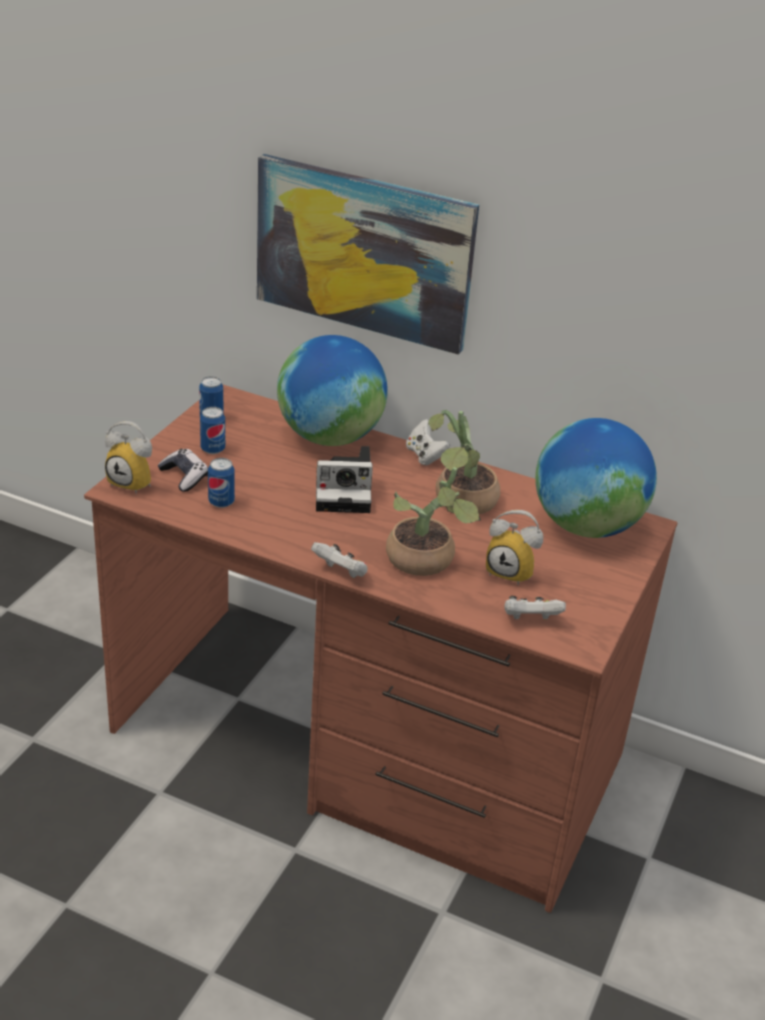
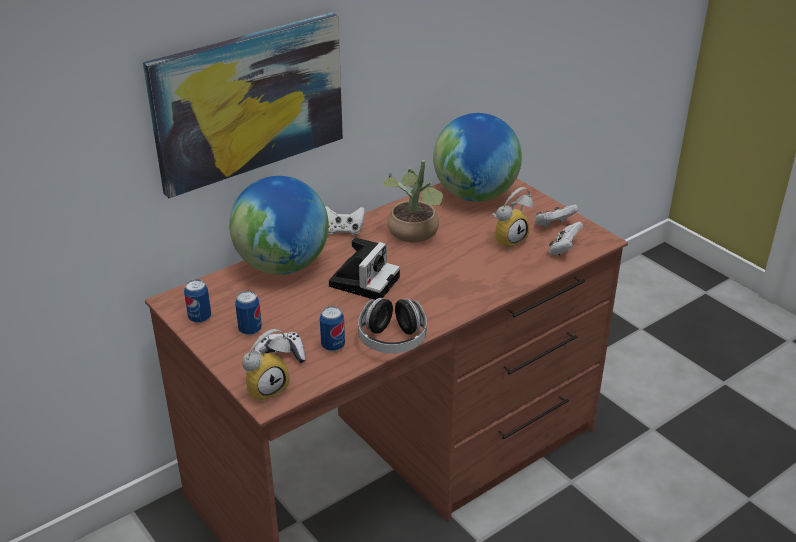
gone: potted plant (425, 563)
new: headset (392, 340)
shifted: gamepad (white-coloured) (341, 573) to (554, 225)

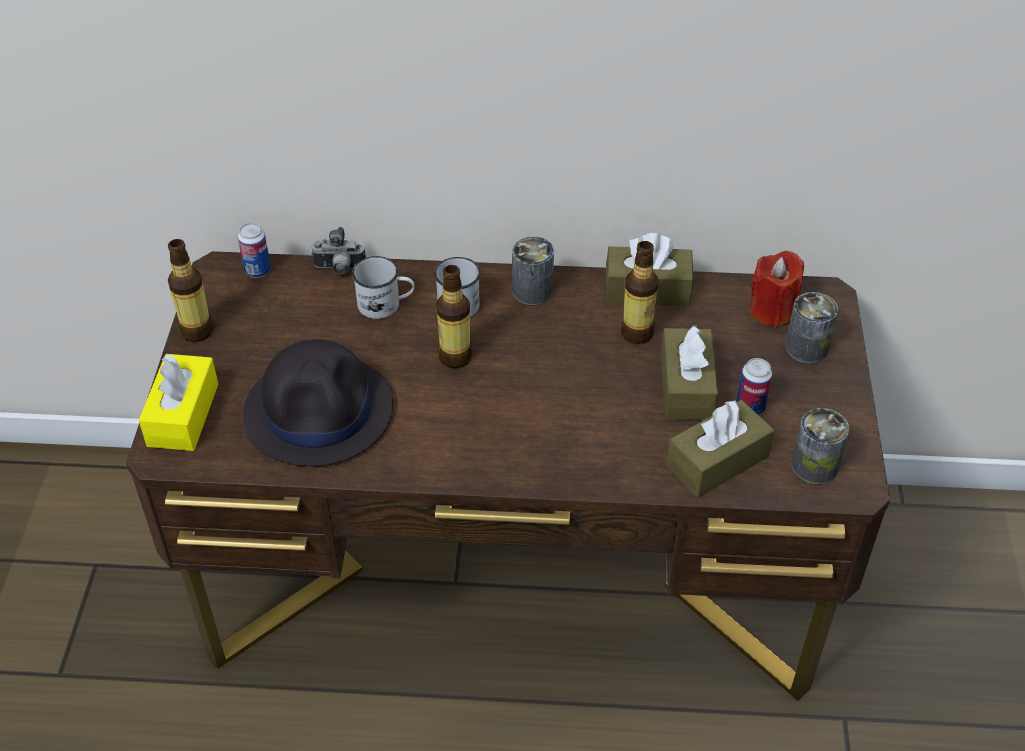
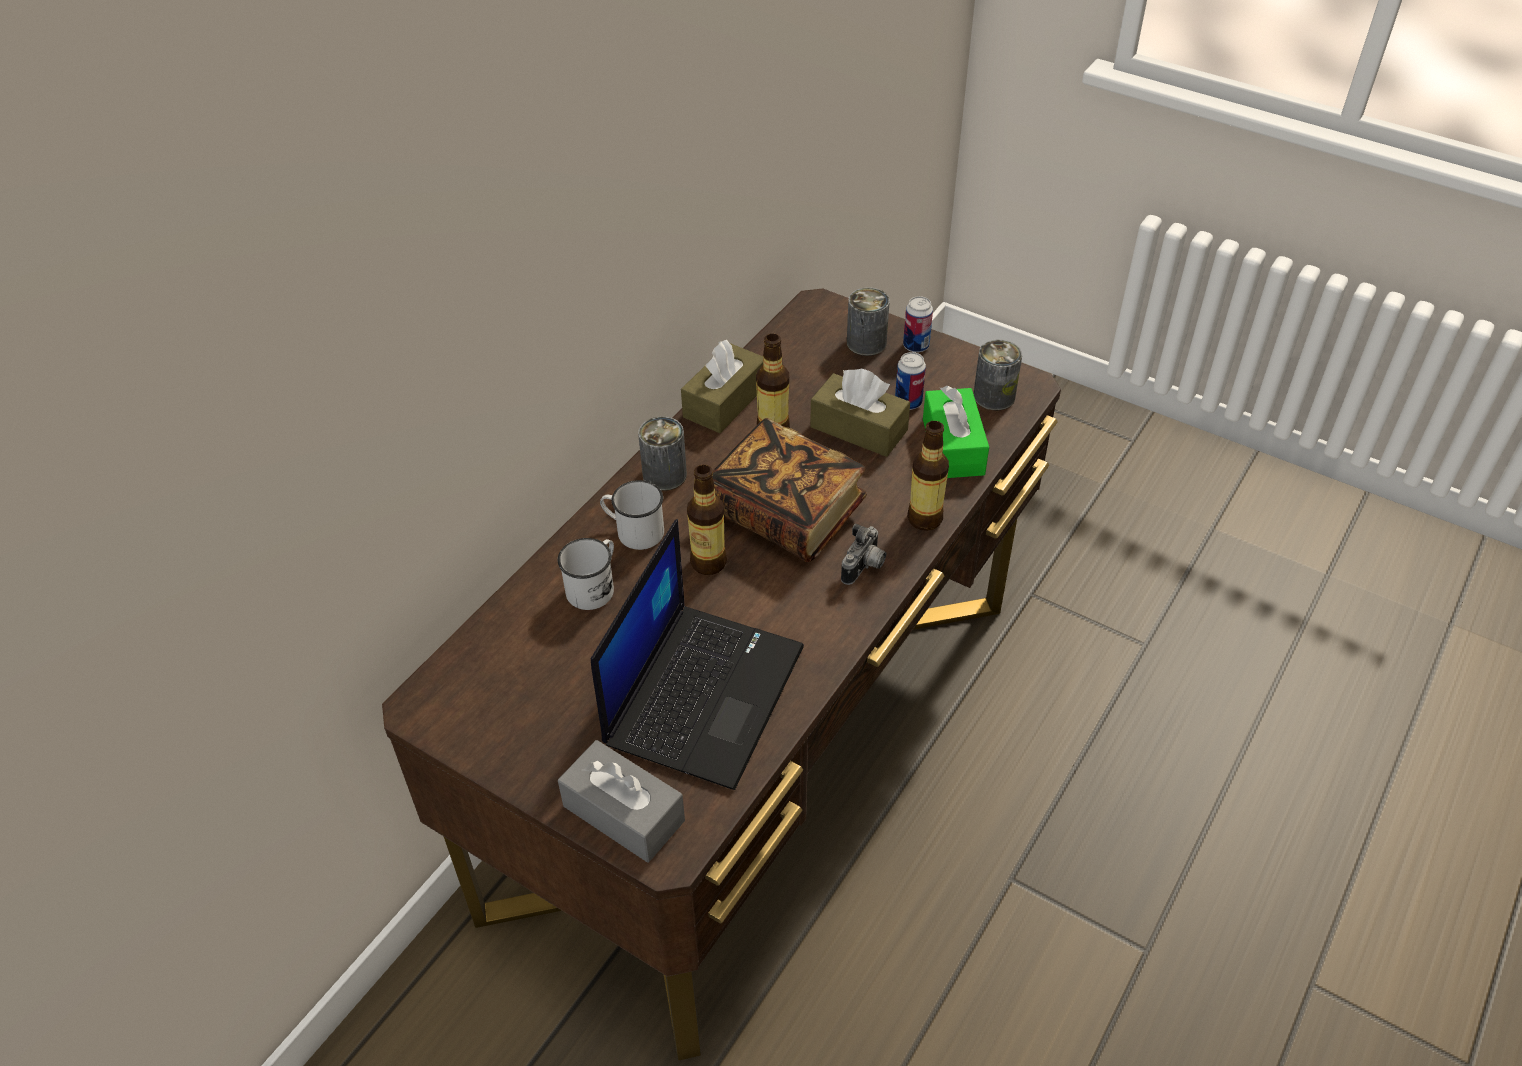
gone: candle (reddish) (772, 310)
new: bound book (786, 513)
shifted: drink bottle (197, 331) to (924, 519); sealed can (257, 270) to (916, 346); photo camera (339, 269) to (864, 568)
swapped: clothing hat (black) (320, 410) to portable computer (703, 692)
repainted: box of tissues (yellow) (183, 415) to box of tissues (gray) (623, 813); box of tissues (brownish) (717, 461) to box of tissues (green-coloured) (953, 447)

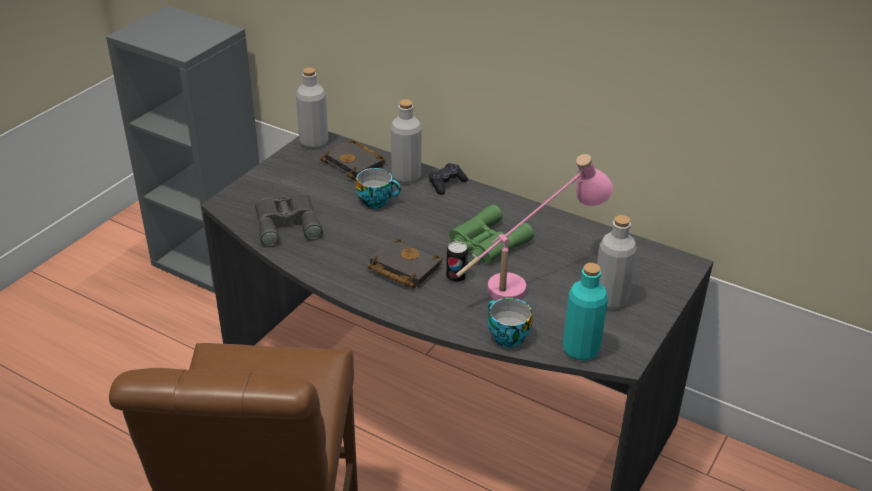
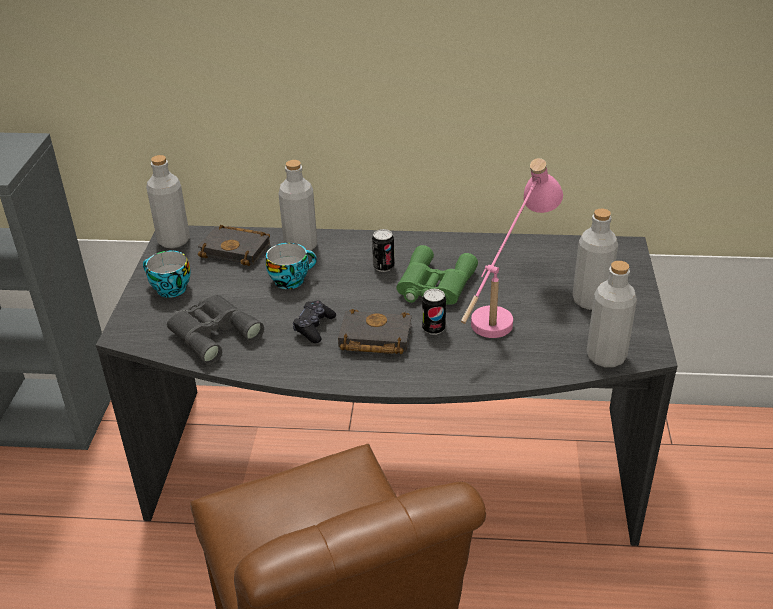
new: sealed can (383, 266)
shifted: gamepad (black) (446, 184) to (314, 327); cup (505, 336) to (169, 289)
repainted: drink bottle (turquoise-coloured) (581, 350) to drink bottle (gray) (606, 357)

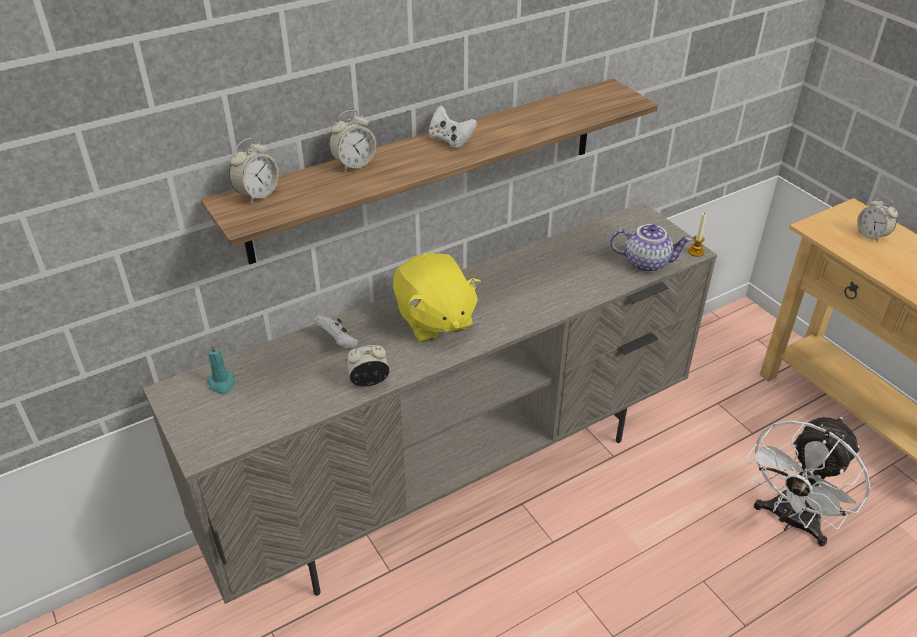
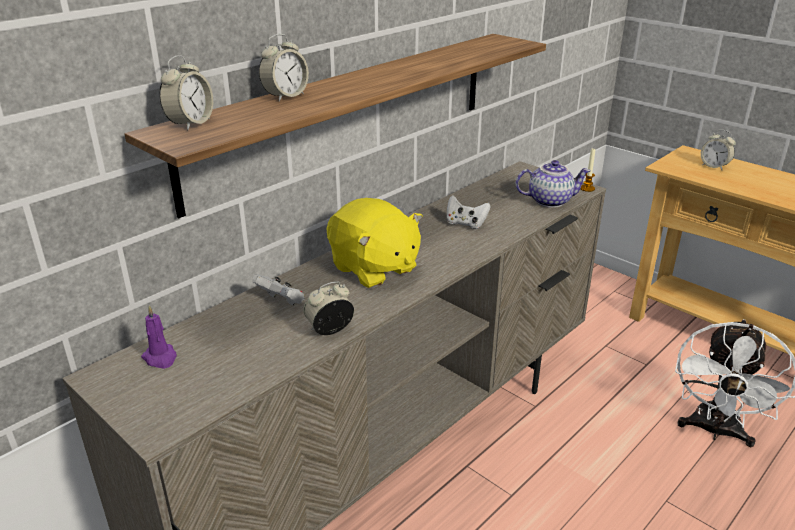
shifted: gamepad (white-coloured) (450, 140) to (465, 224)
repainted: candle (turquoise-coloured) (222, 383) to candle (purple-coloured) (160, 358)

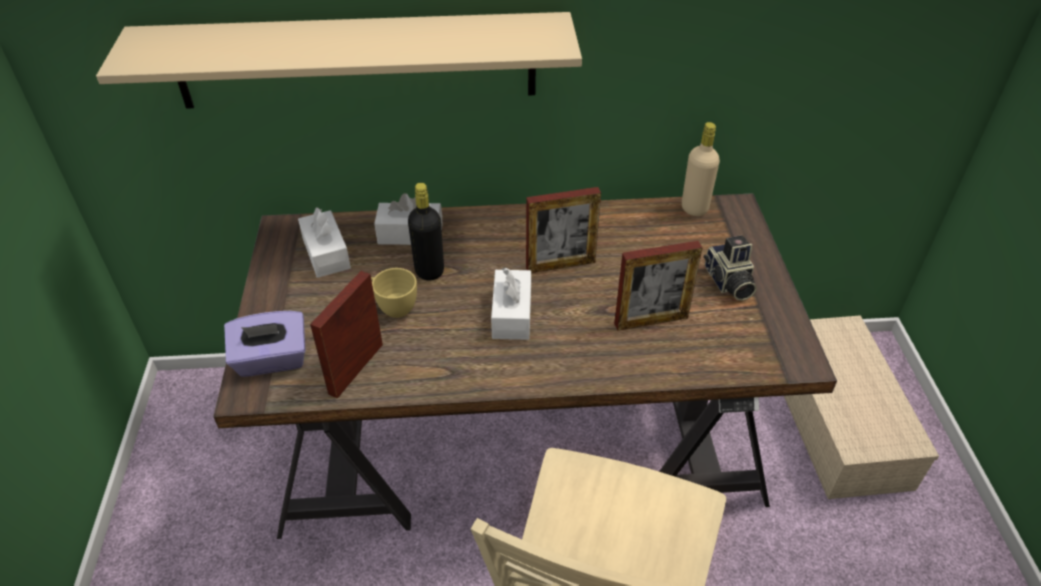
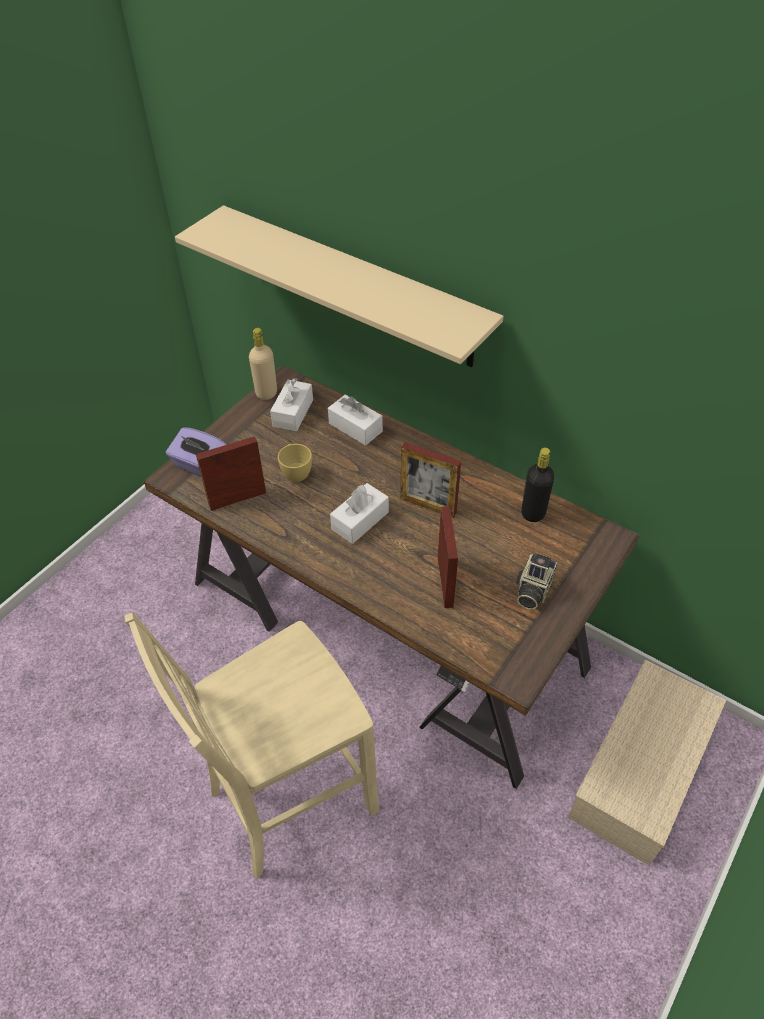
shifted: drink bottle (black) (429, 271) to (533, 513); drink bottle (beige) (694, 208) to (266, 393)
rotated: picture frame (651, 320) = (445, 581) 120 degrees counterclockwise

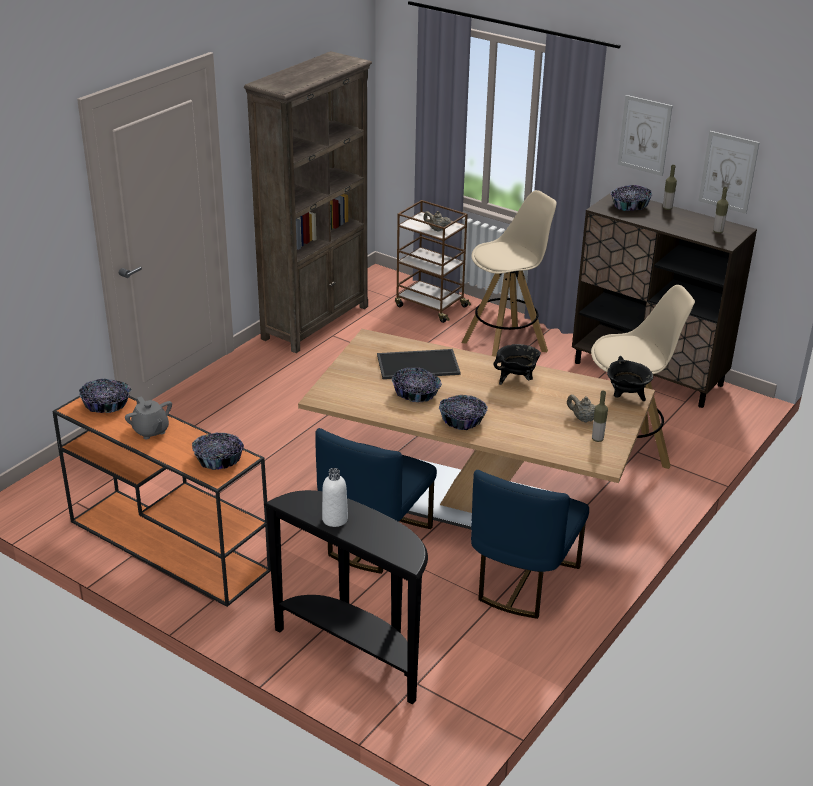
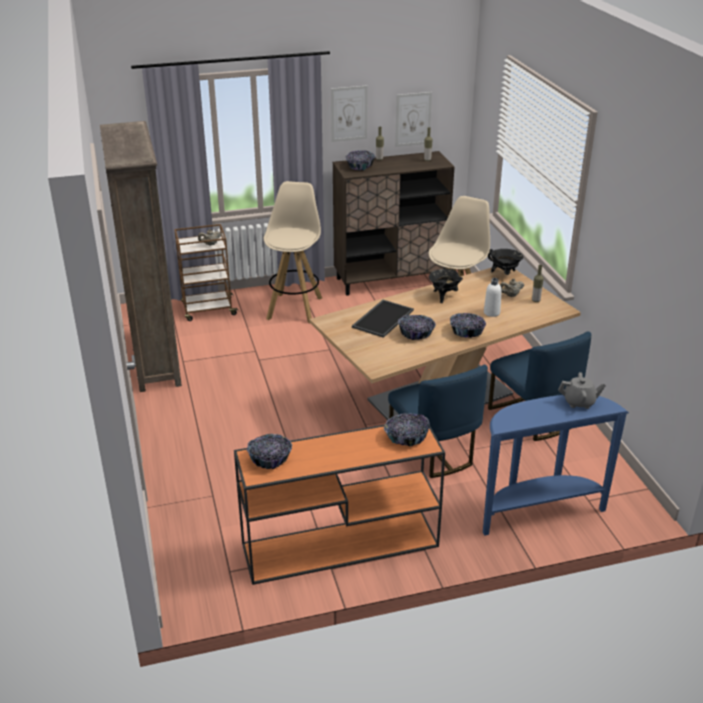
shifted: teapot (gray) (151, 431) to (579, 402); drink bottle (white-coloured) (335, 519) to (491, 313)
repainted: console table (black) (355, 652) to console table (blue) (538, 511)

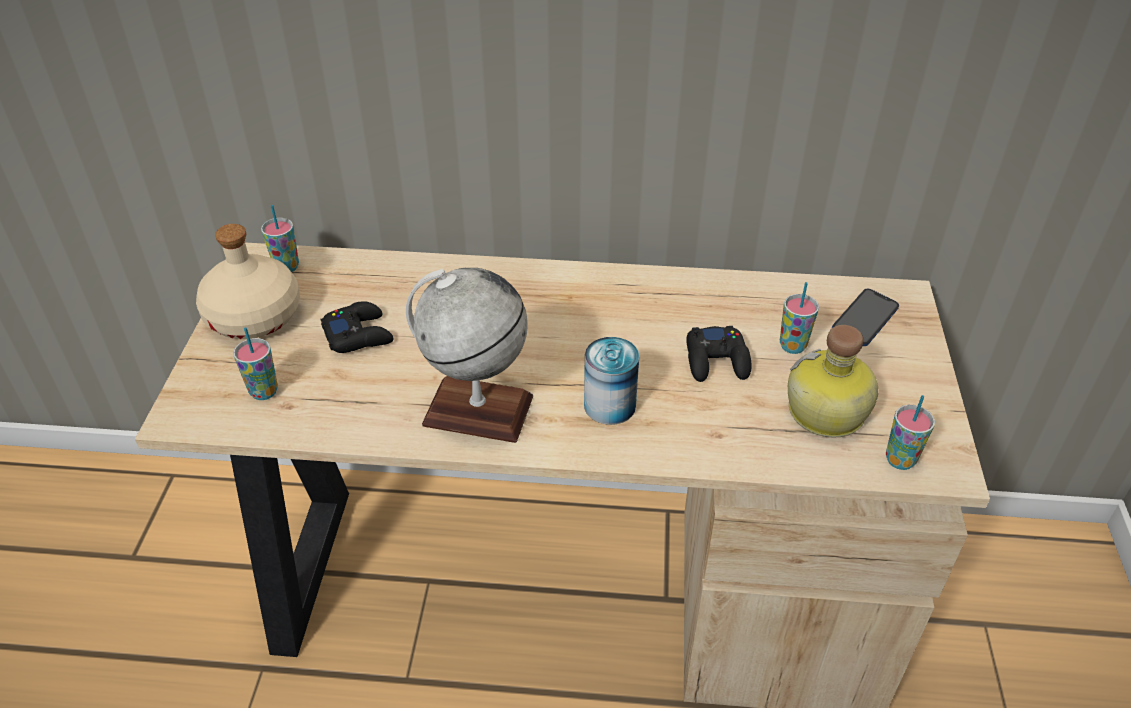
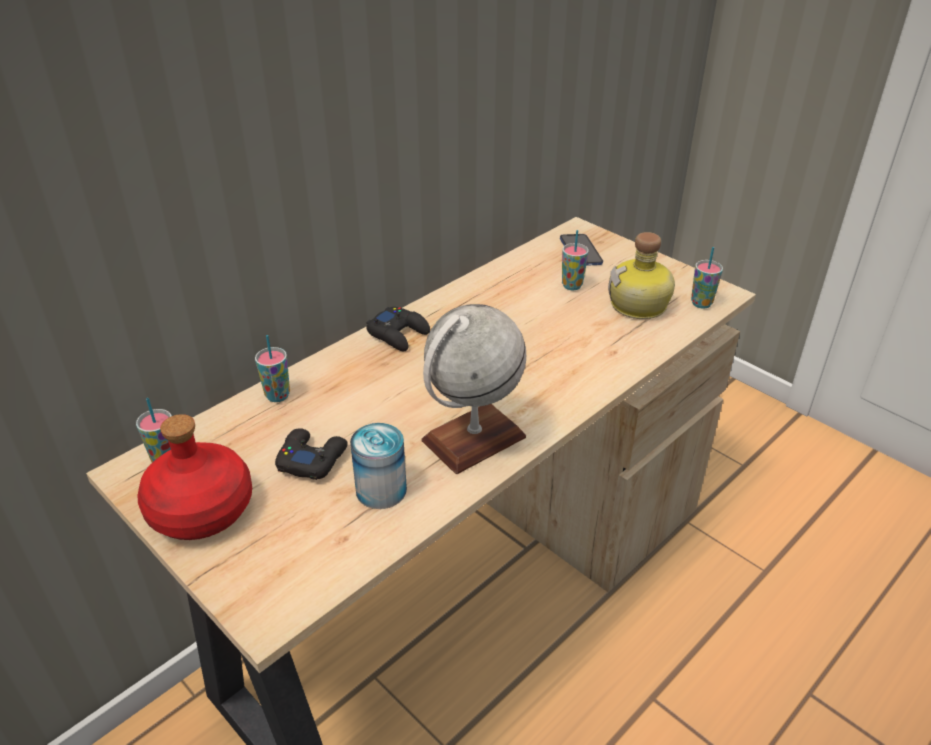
shifted: cup (264, 392) to (277, 395); sealed can (609, 405) to (381, 490); gamepad (black) (717, 360) to (398, 334)
repainted: drink bottle (beige) (253, 317) to drink bottle (reddish) (201, 510)

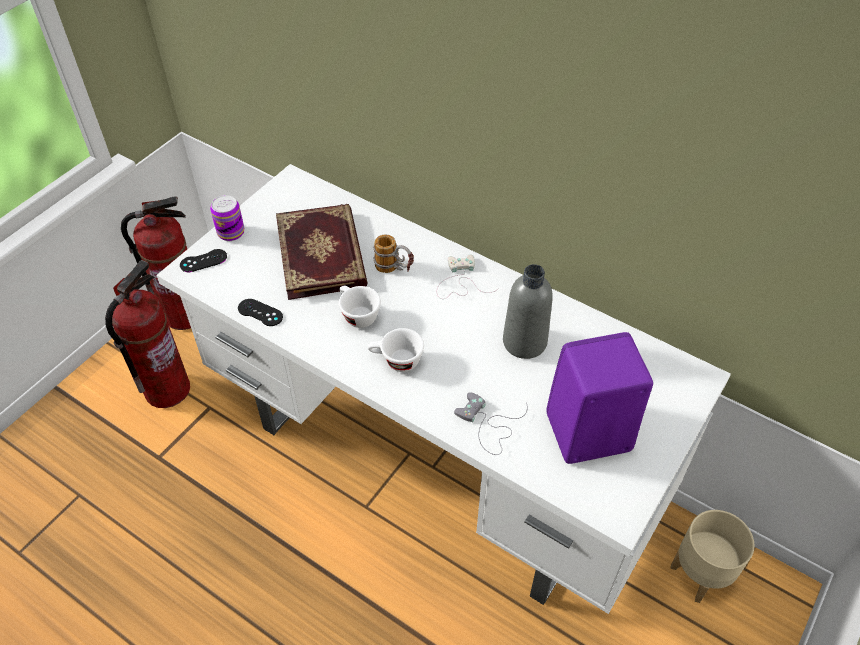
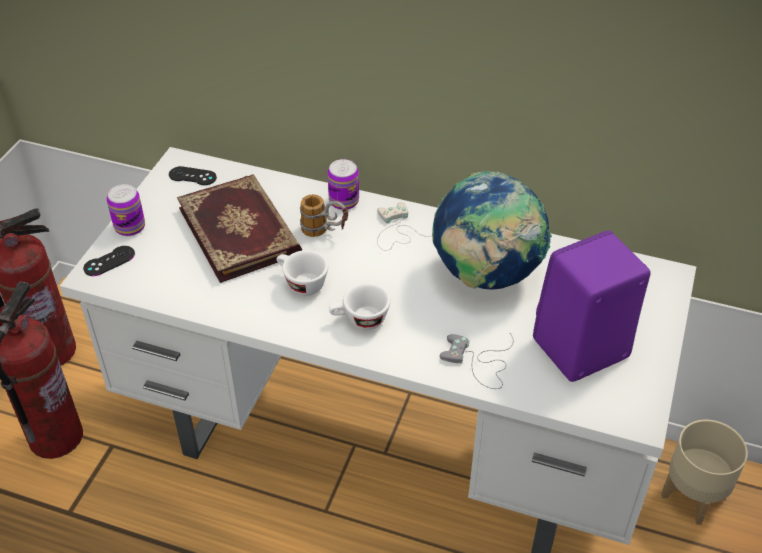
new: sealed can (344, 201)
shifted: gamepad (black) (260, 312) to (192, 176)
swapped: drink bottle (gray) (524, 342) to desk globe (485, 276)

